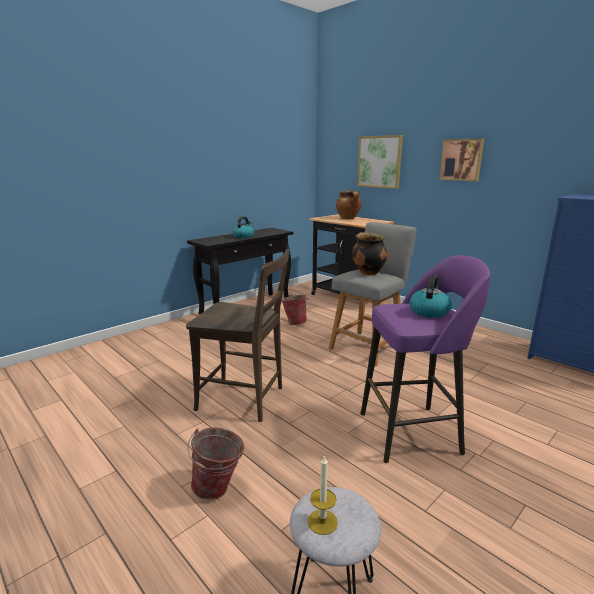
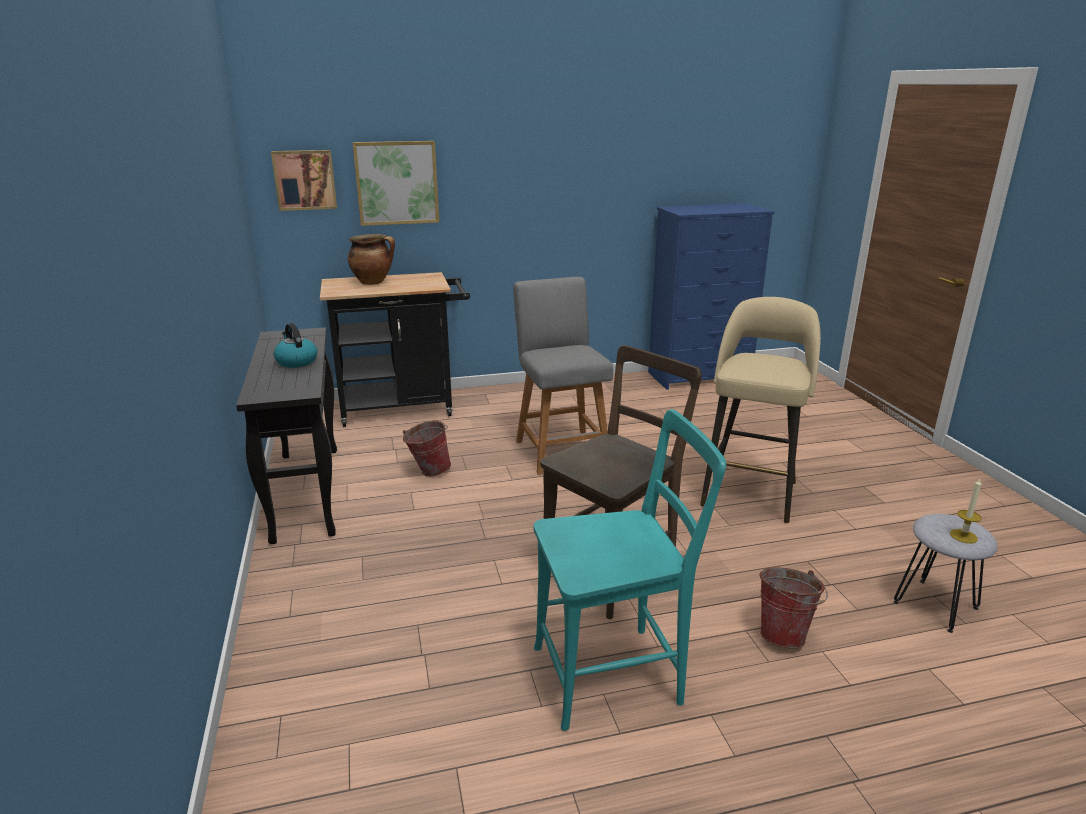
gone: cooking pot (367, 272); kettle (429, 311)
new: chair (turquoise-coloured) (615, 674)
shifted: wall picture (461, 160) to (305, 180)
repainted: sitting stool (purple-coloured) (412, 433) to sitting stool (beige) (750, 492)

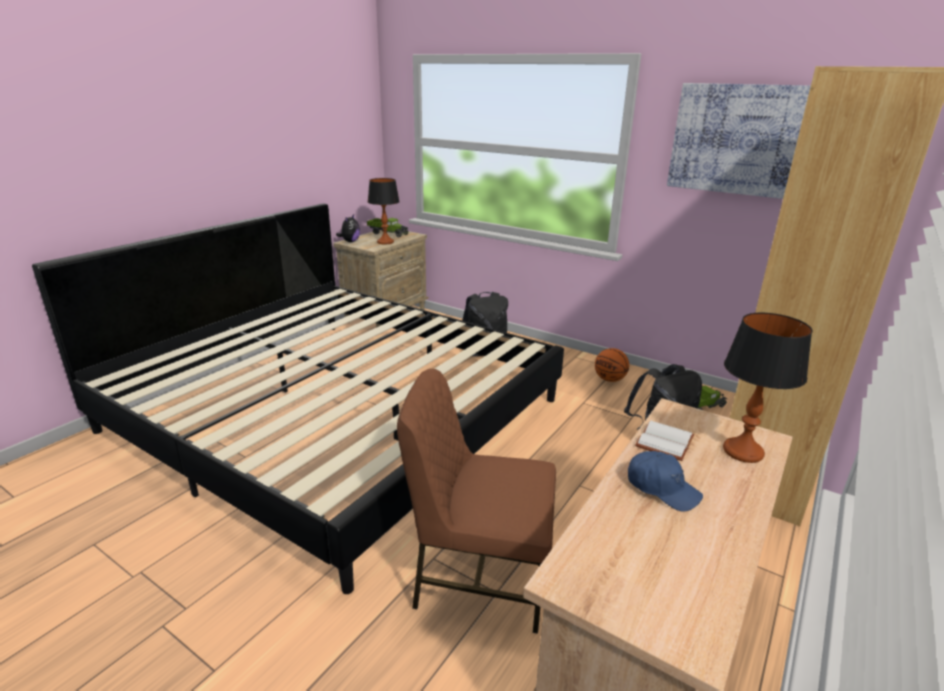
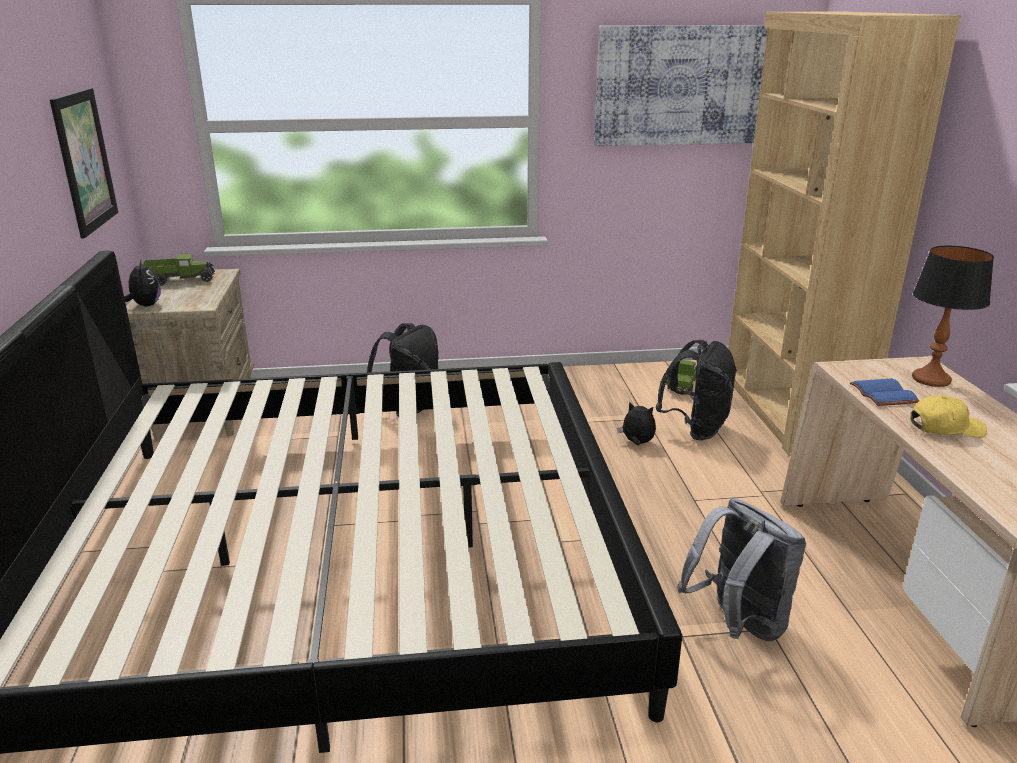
gone: tabletop lamp (385, 242); basketball ball (609, 379)
new: wall picture (85, 161); plush toy (637, 443)
swapped: chair (brownish) (479, 575) to knapsack (gray) (737, 624)
repainted: cap (blue) (662, 488) to cap (yellow) (945, 428); bound book (white-coloured) (666, 443) to bound book (blue) (885, 394)

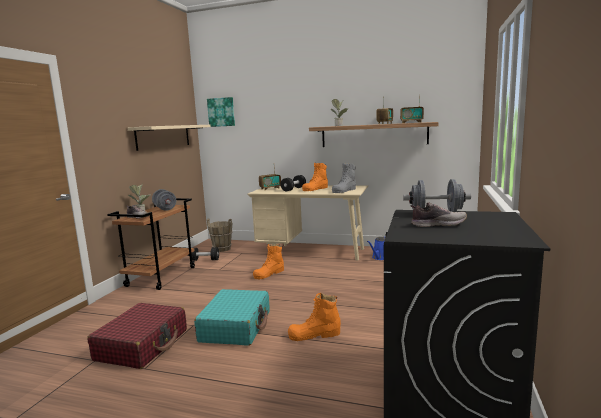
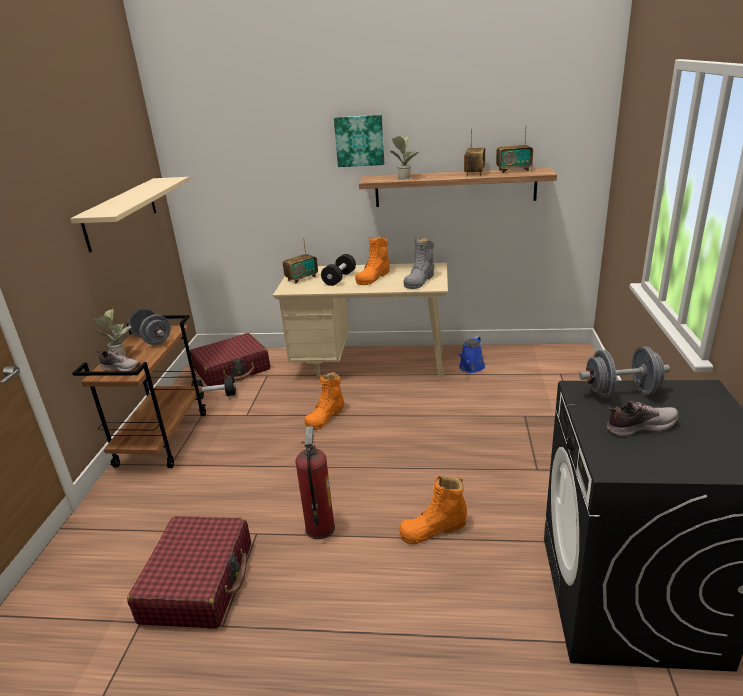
shifted: wall picture (221, 112) to (359, 141)
swapped: travel case (turquoise-coloured) (236, 326) to extinguisher (319, 528); pail (brownish) (222, 249) to travel case (reddish) (232, 369)

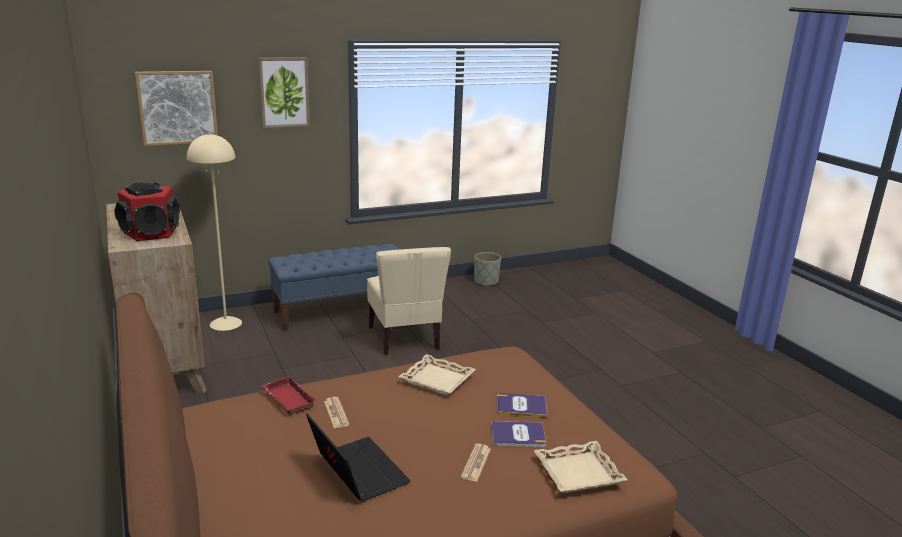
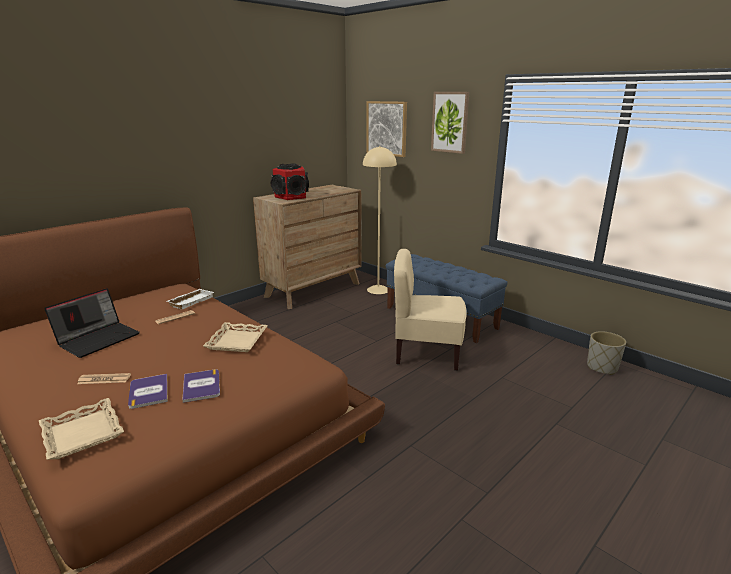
repainted: tray (reddish) (287, 399) to tray (white-coloured) (191, 301)
rotated: chair (beige) (405, 338) = (426, 353) 45 degrees clockwise

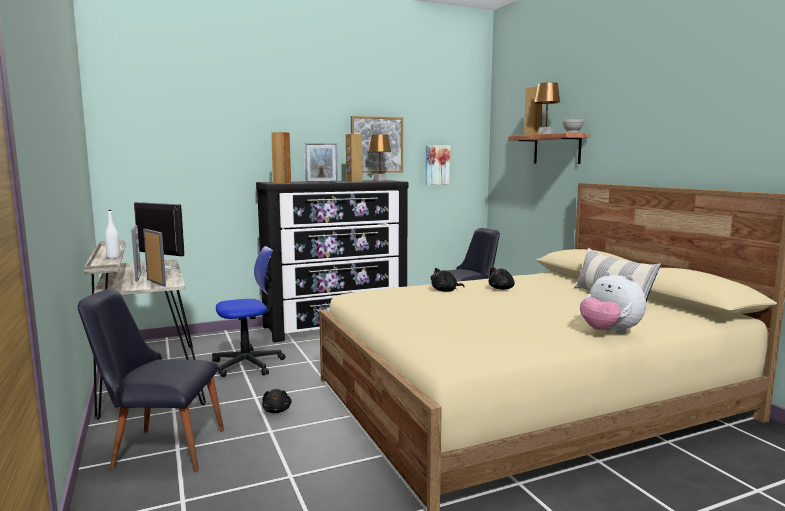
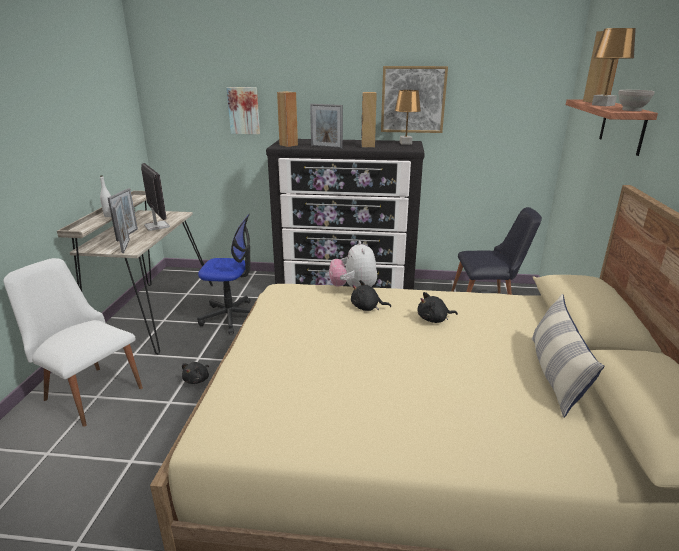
shifted: wall picture (436, 164) to (244, 110); plush toy (609, 332) to (353, 289)
repainted: chair (black) (159, 448) to chair (white-coloured) (88, 390)

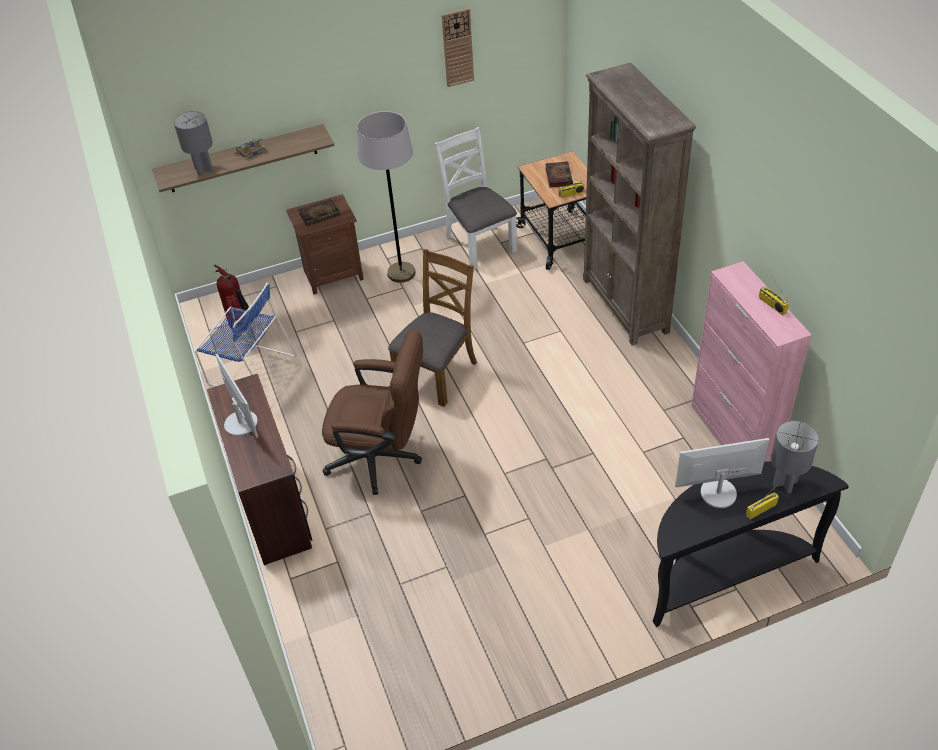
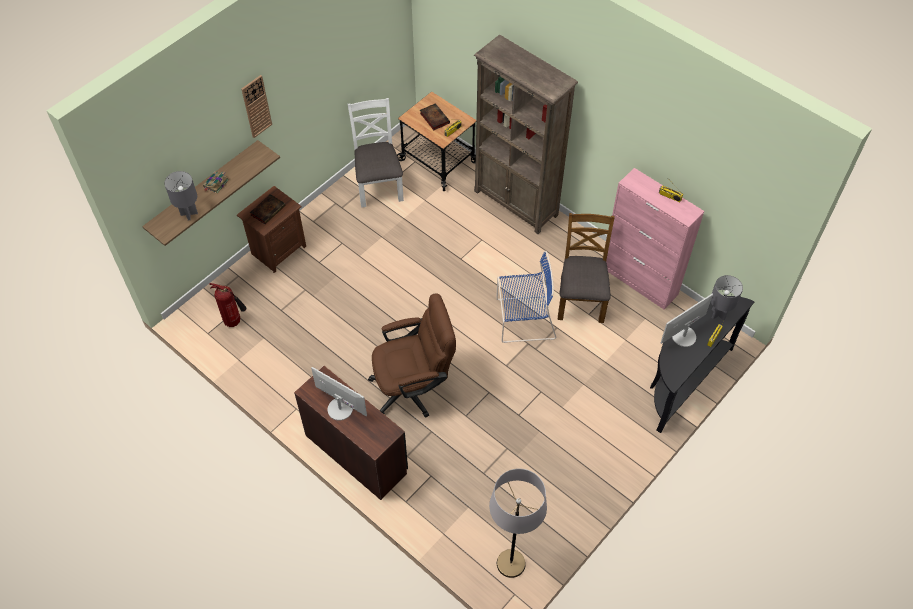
shifted: chair (blue) (249, 369) to (523, 319); standing lamp (gray) (401, 273) to (511, 563); chair (brownish) (438, 373) to (581, 298); wall clock (457, 48) to (256, 106)
rotated: chair (white-coloured) (479, 243) = (378, 185) 45 degrees clockwise

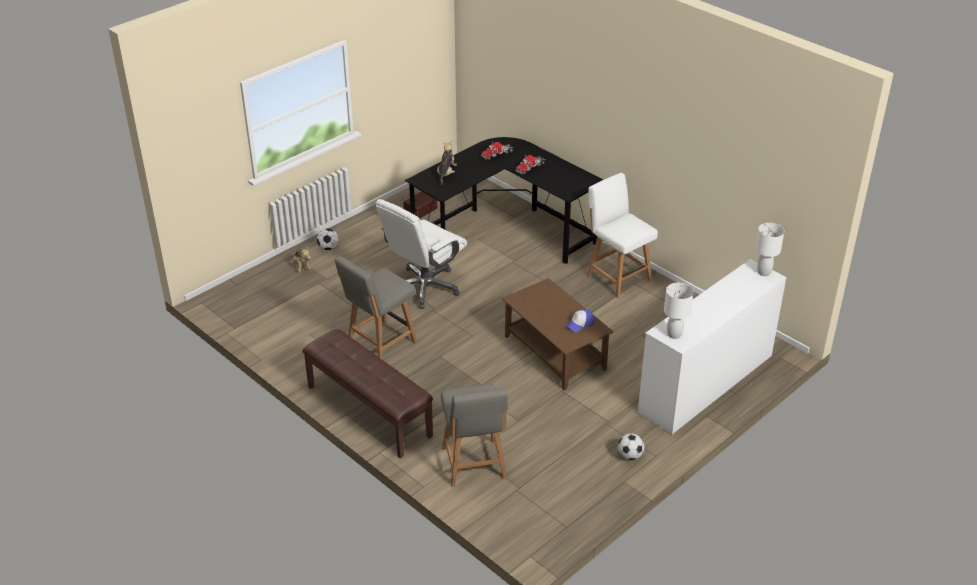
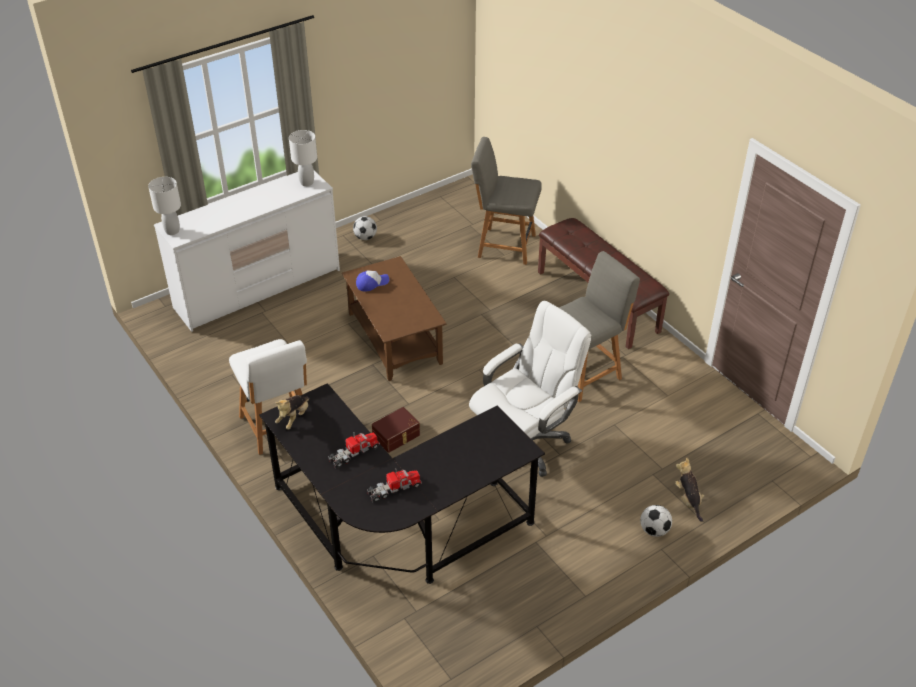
shifted: storage container (brownish) (420, 209) to (397, 436); plush toy (446, 174) to (294, 418)
rotated: chair (gray) (474, 465) = (504, 245) 75 degrees counterclockwise

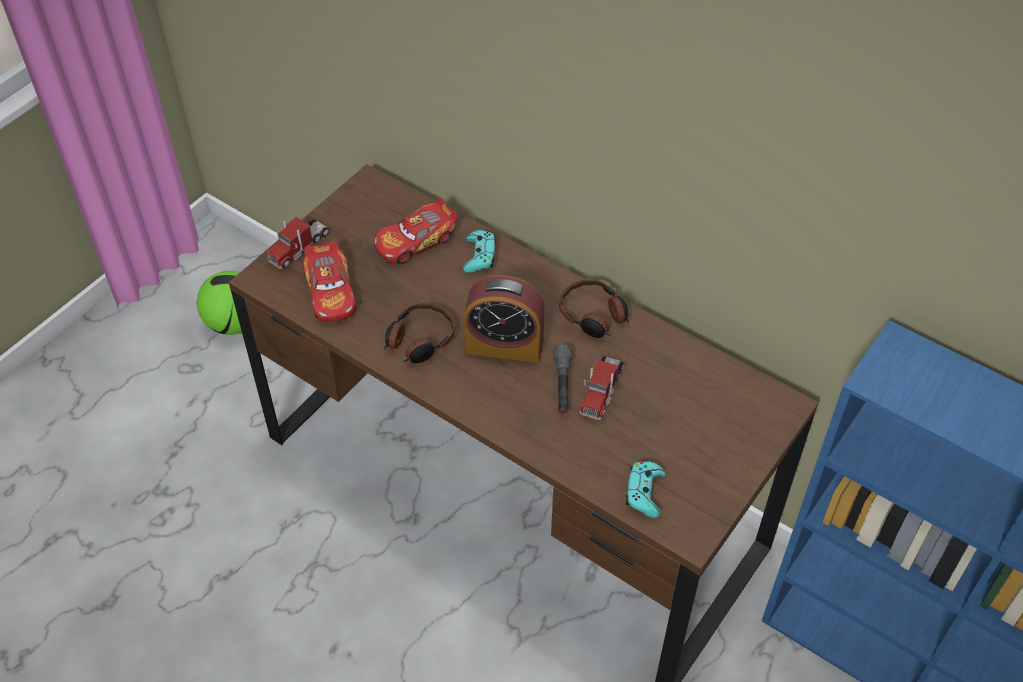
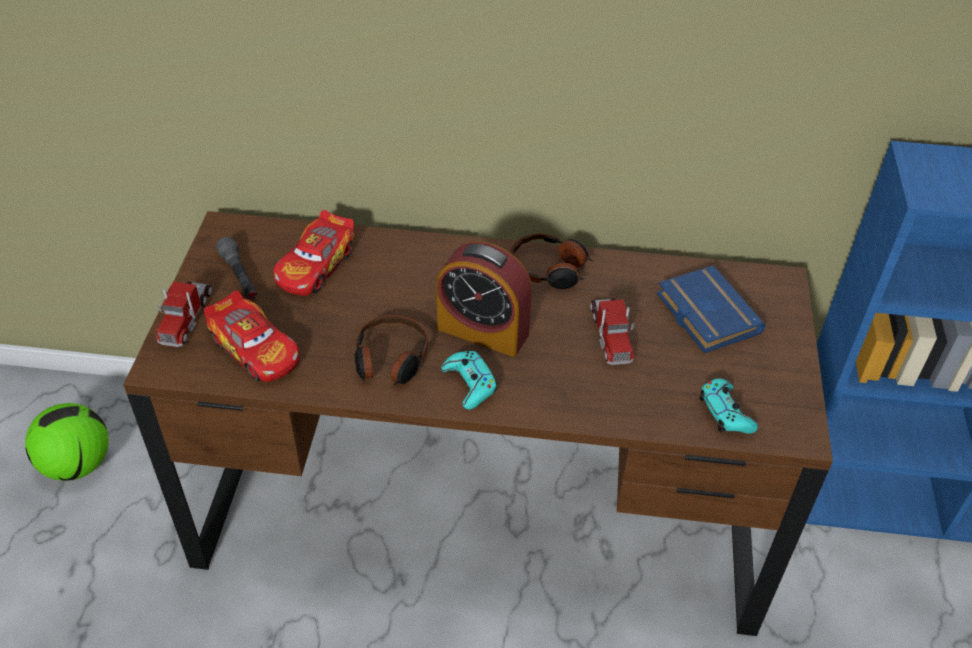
new: bound book (blue) (704, 314)
shifted: gamepad (turquoise-coloured) (479, 256) to (469, 384); flashlight (gray) (562, 385) to (240, 276)
rotated: alarm clock (504, 345) = (483, 330) 45 degrees clockwise

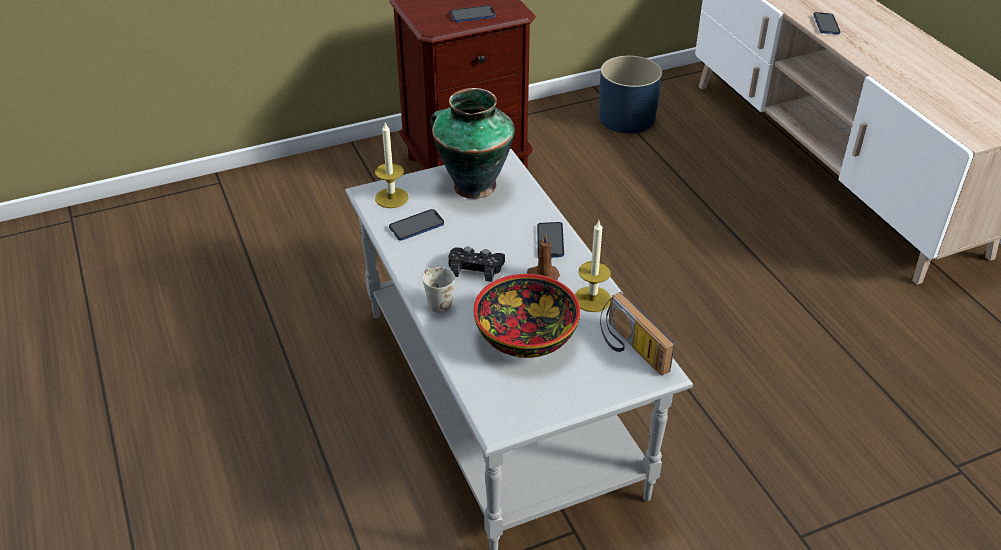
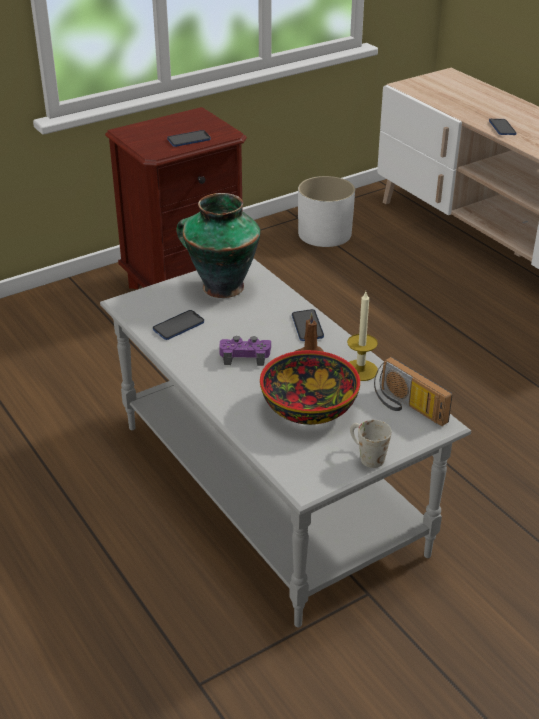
gone: candle (391, 198)
shifted: mug (white-coloured) (436, 301) to (366, 456)
repainted: gamepad (black) (476, 268) to gamepad (purple-coloured) (245, 355); flower pot (blue) (626, 118) to flower pot (white-coloured) (324, 234)

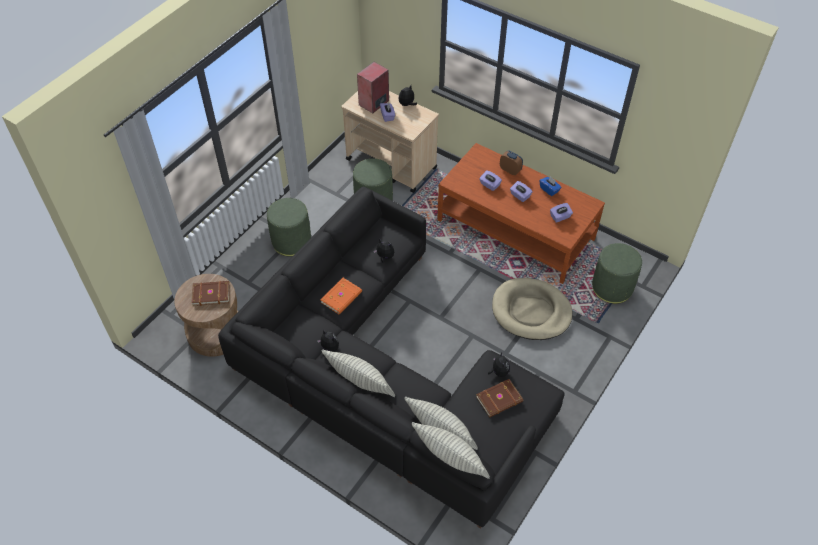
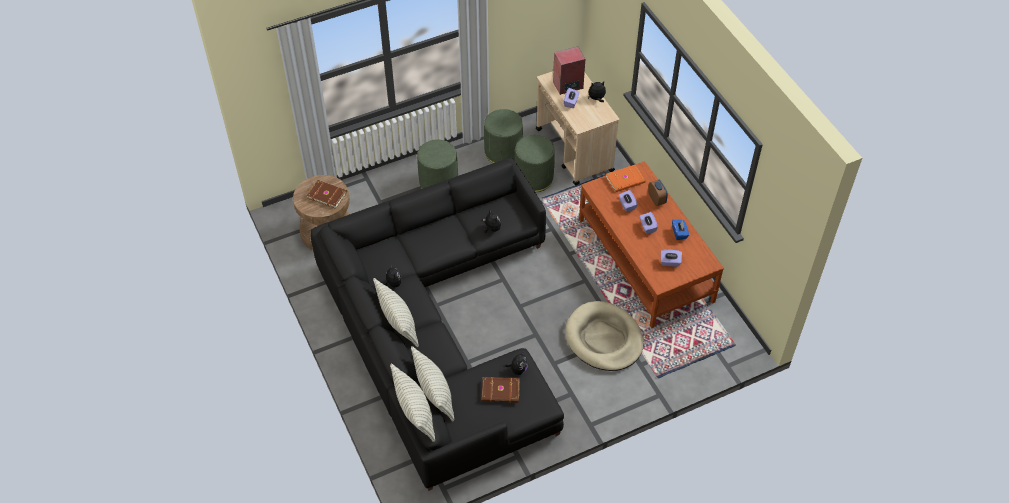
shifted: bound book (orange-coloured) (342, 297) to (625, 180); footrest (green-coloured) (612, 287) to (503, 152)

